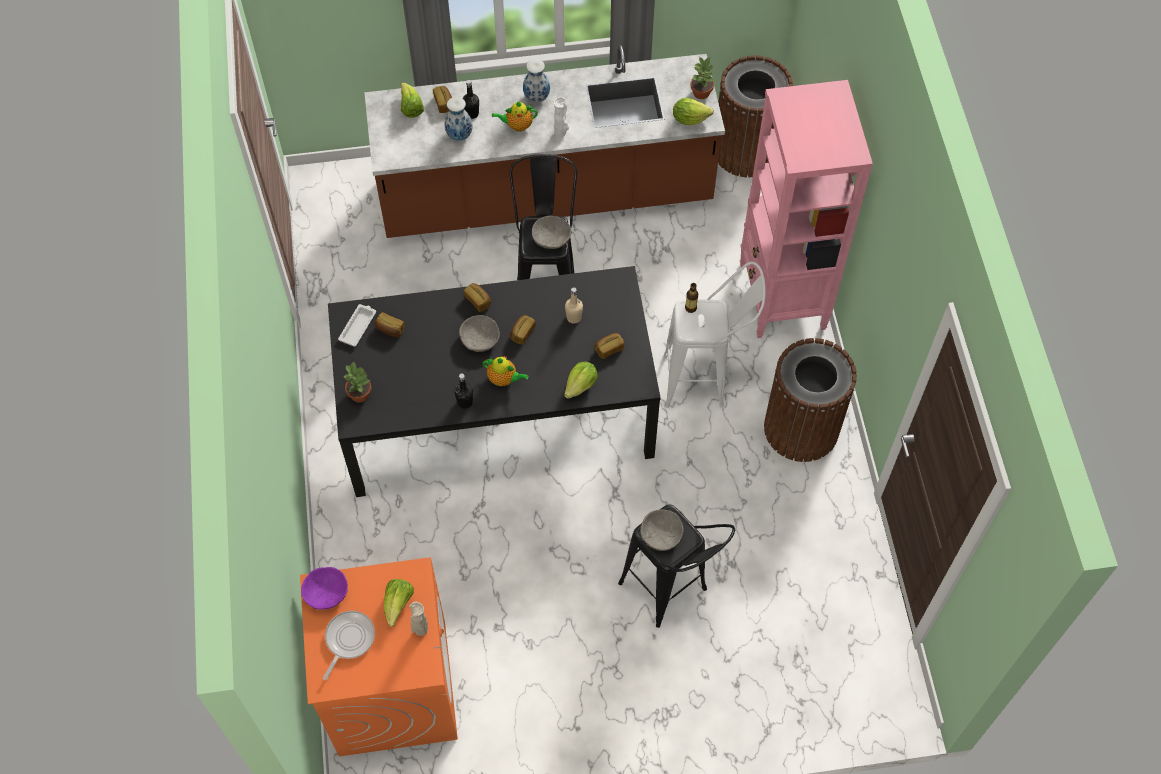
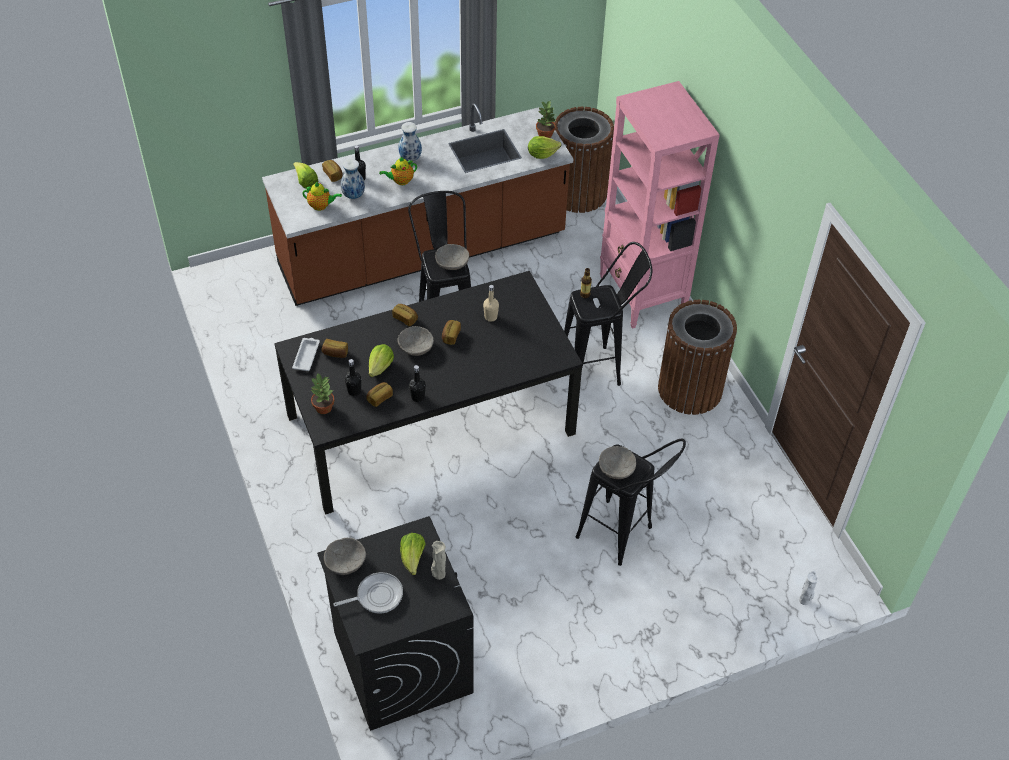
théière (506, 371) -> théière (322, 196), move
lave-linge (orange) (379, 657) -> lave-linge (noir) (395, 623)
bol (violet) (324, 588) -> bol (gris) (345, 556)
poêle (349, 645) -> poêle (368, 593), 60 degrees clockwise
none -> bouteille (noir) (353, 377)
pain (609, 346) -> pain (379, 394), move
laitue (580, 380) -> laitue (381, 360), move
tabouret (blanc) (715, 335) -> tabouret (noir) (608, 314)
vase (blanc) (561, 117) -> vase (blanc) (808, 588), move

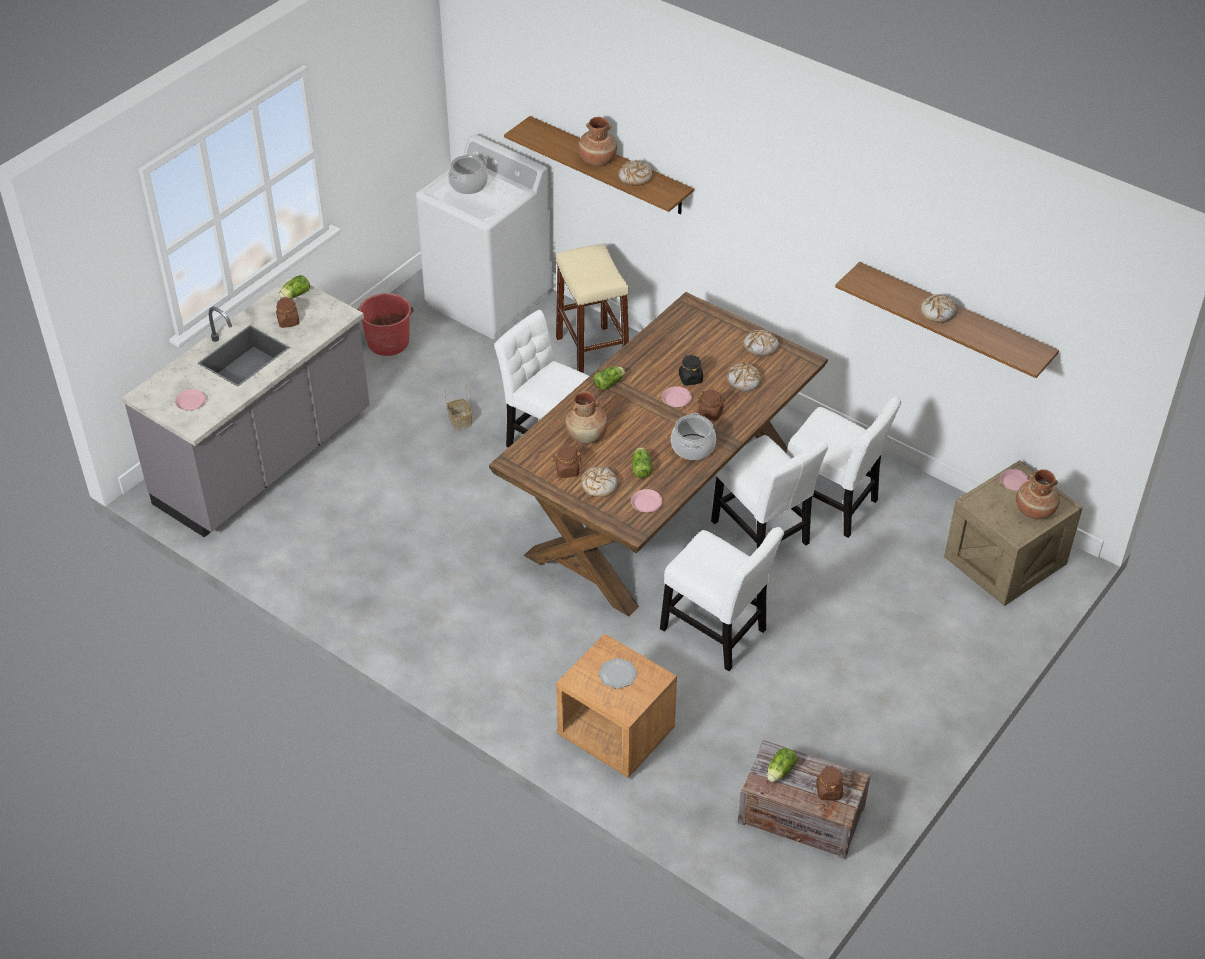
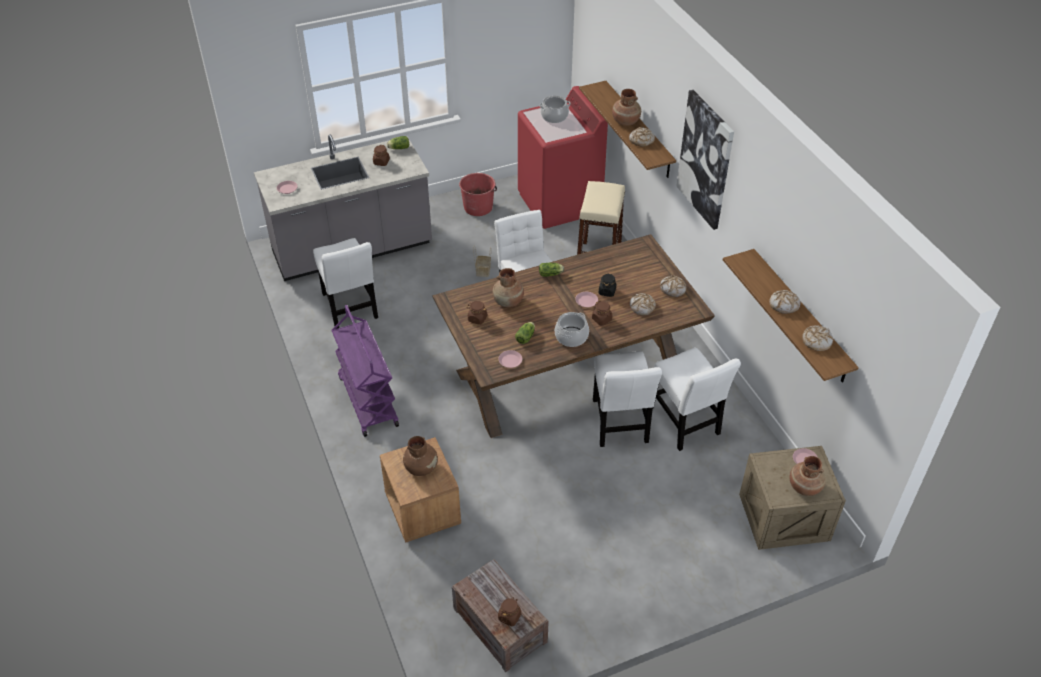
chaise (blanc) (722, 599) -> chaise (blanc) (345, 283), move
none -> chariot (violet) (365, 371)
assiette (617, 673) -> vase (marron) (420, 456)
lave-linge (blanc) (483, 236) -> lave-linge (rouge) (563, 157)
none -> tableau (705, 160)
pain (599, 482) -> pain (817, 338), move
laitue (782, 765) -> none

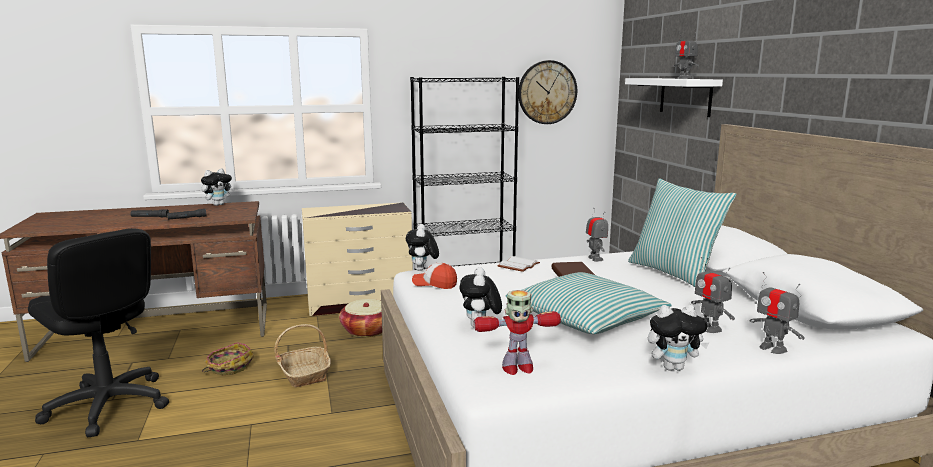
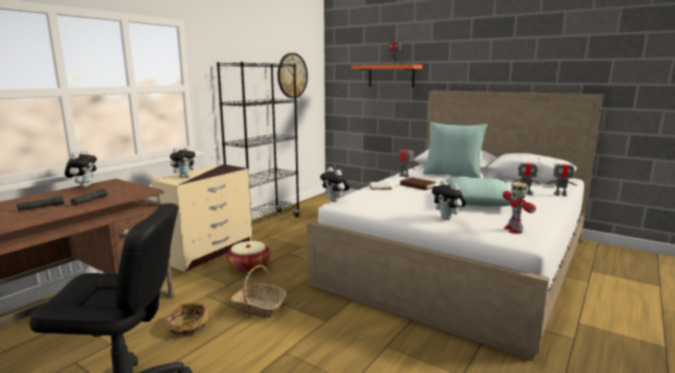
peluche (678, 338) -> peluche (184, 162), move
étagère (blanc) (674, 97) -> étagère (orange) (386, 76)
robot jouet (517, 332) -> robot jouet (519, 208), 135 degrees clockwise
casquette (434, 275) -> none

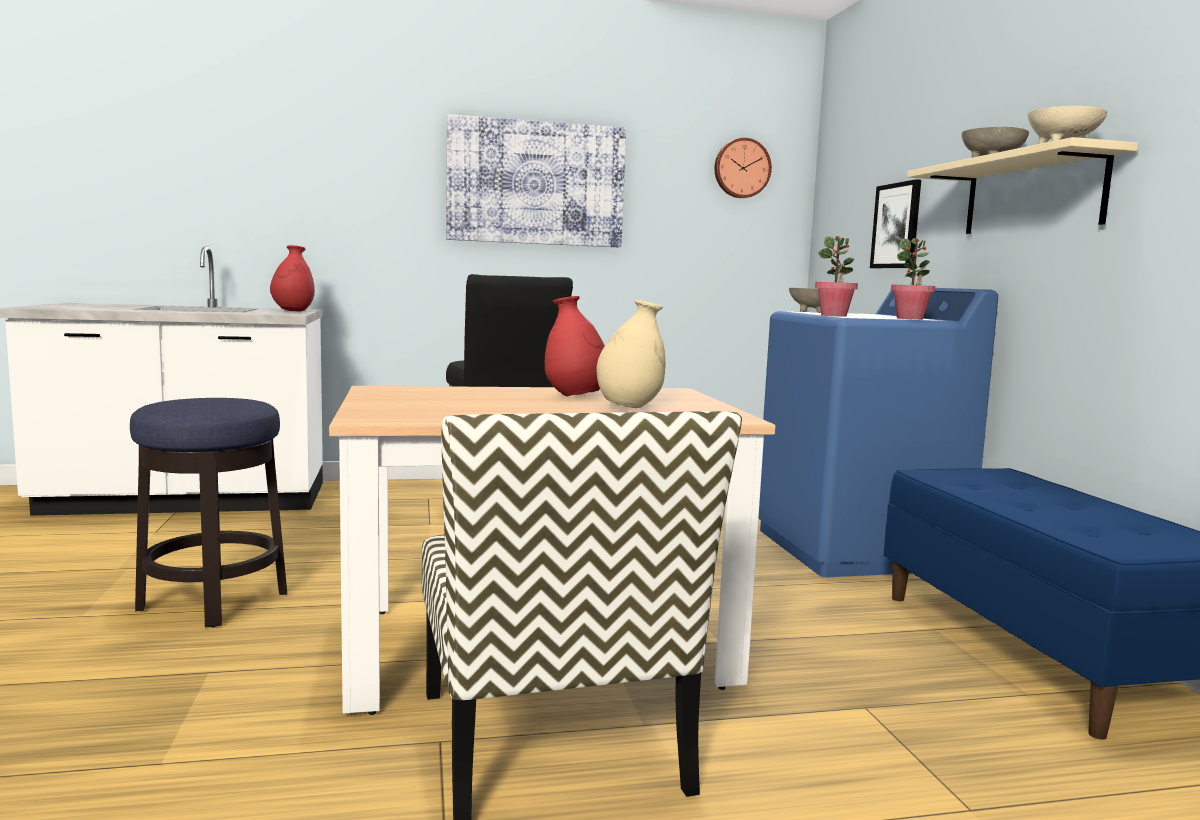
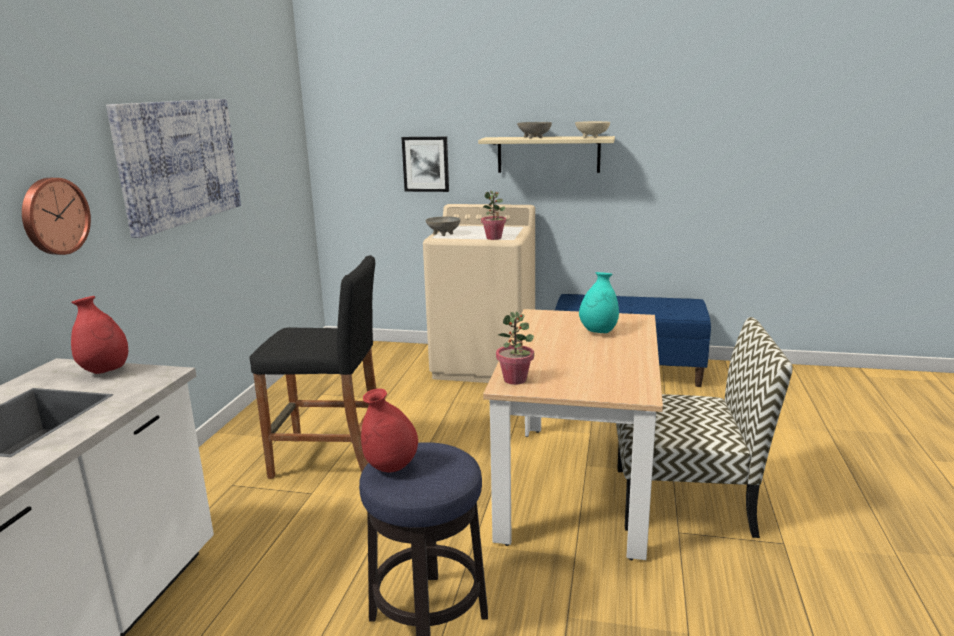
horloge murale (743, 168) -> horloge murale (56, 216), move
vase (rouge) (575, 346) -> vase (rouge) (389, 430), move
lave-linge (bleu) (878, 432) -> lave-linge (beige) (479, 293)
plante en pot (913, 279) -> plante en pot (515, 348), move
vase (beige) (631, 353) -> vase (turquoise) (599, 302)

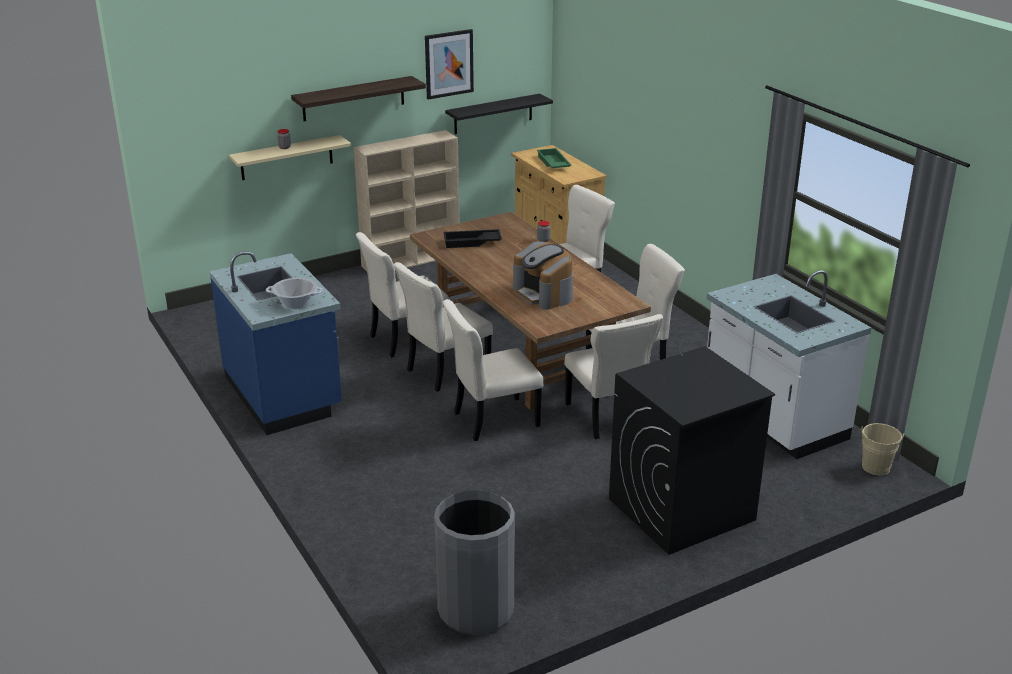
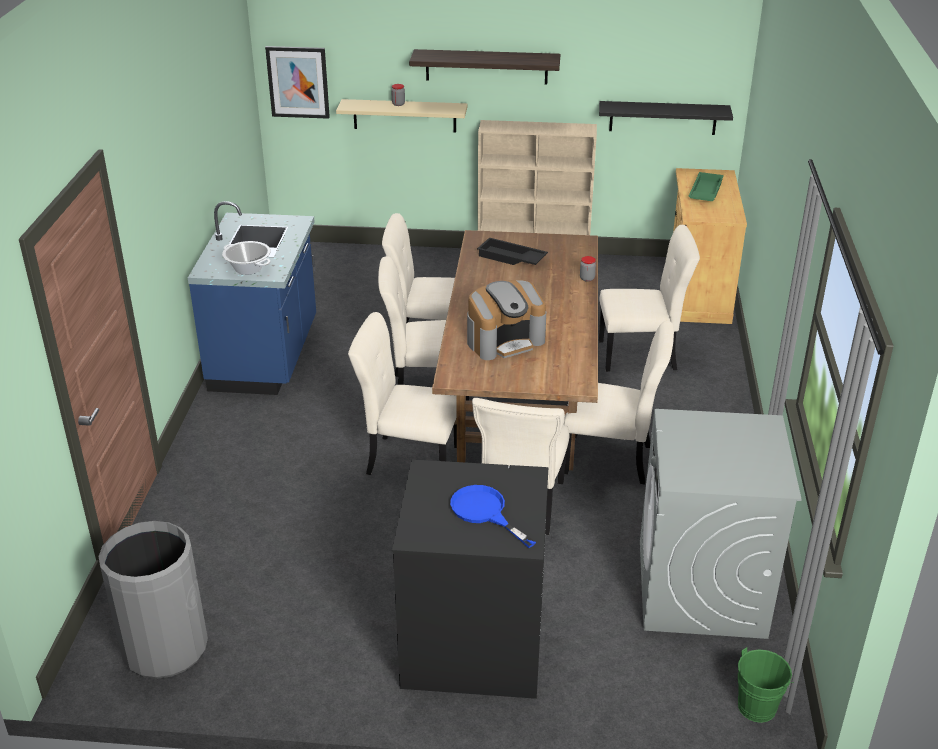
tableau (449, 64) -> tableau (297, 82), move
none -> poêle (bleu) (493, 516)
machine à café (543, 275) -> machine à café (506, 320), 120 degrees counterclockwise
comptoir de cuisine (blanc) (789, 364) -> lave-linge (gris) (721, 524)
seau (beige) (882, 449) -> seau (vert) (768, 685)

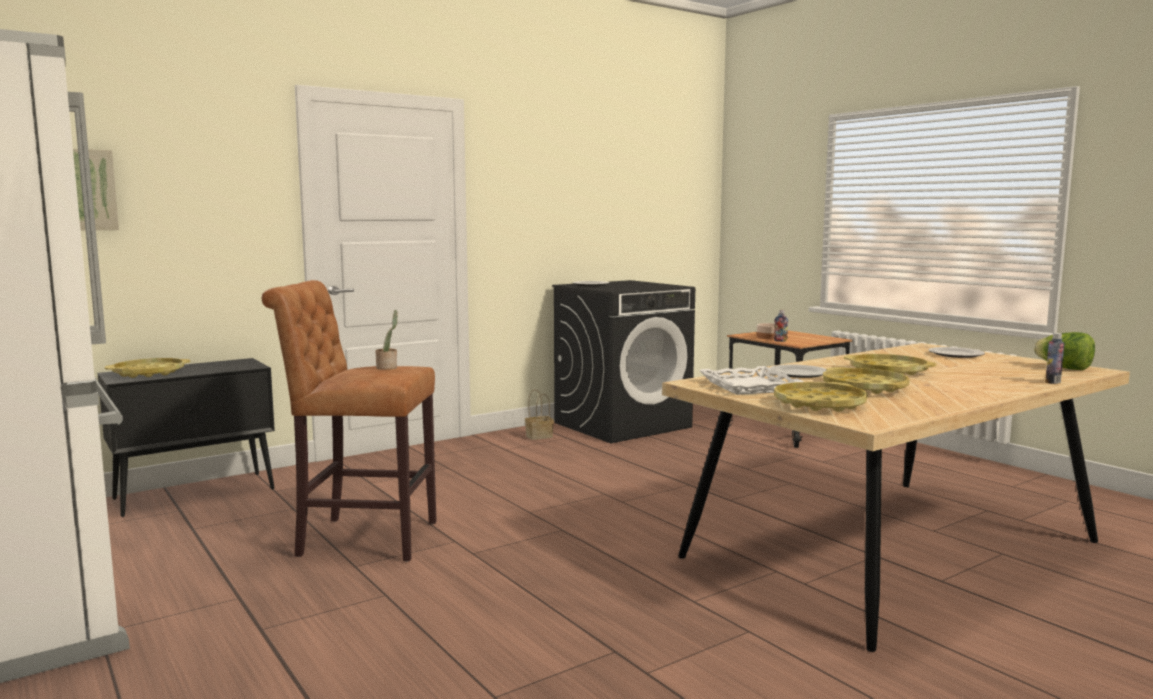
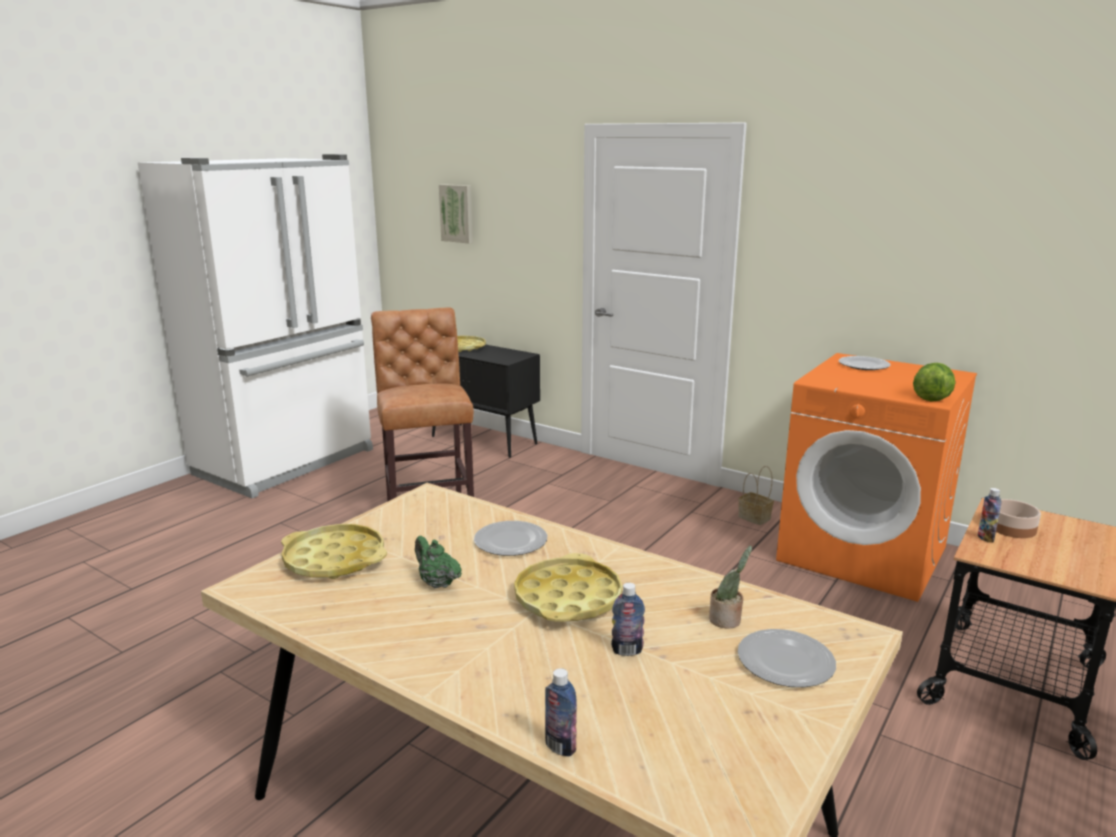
plateau (jaune) (866, 380) -> théière (vert) (438, 562)
none -> bouteille (628, 619)
plante en pot (386, 340) -> plante en pot (730, 587), move
lave-linge (noir) (623, 361) -> lave-linge (orange) (876, 477)
laitue (1064, 351) -> laitue (934, 382), move
plateau (blanc) (751, 380) -> none

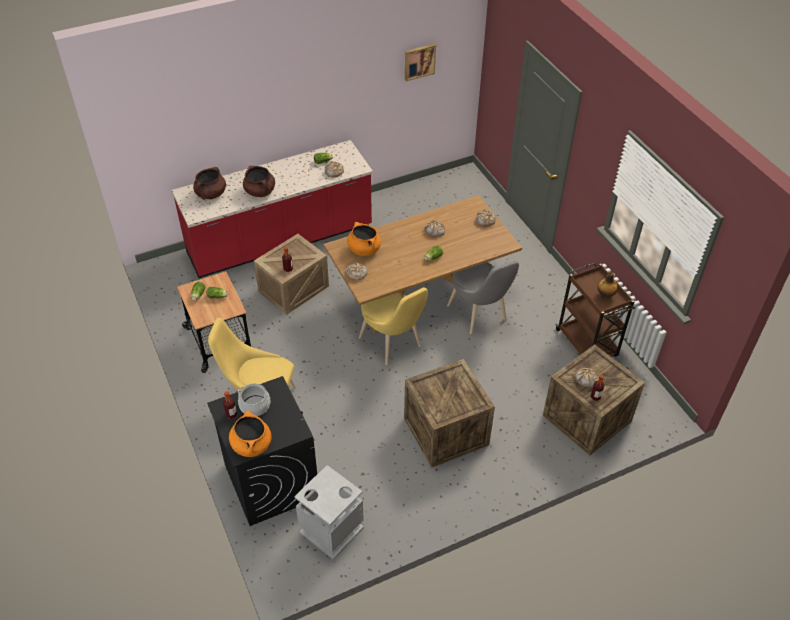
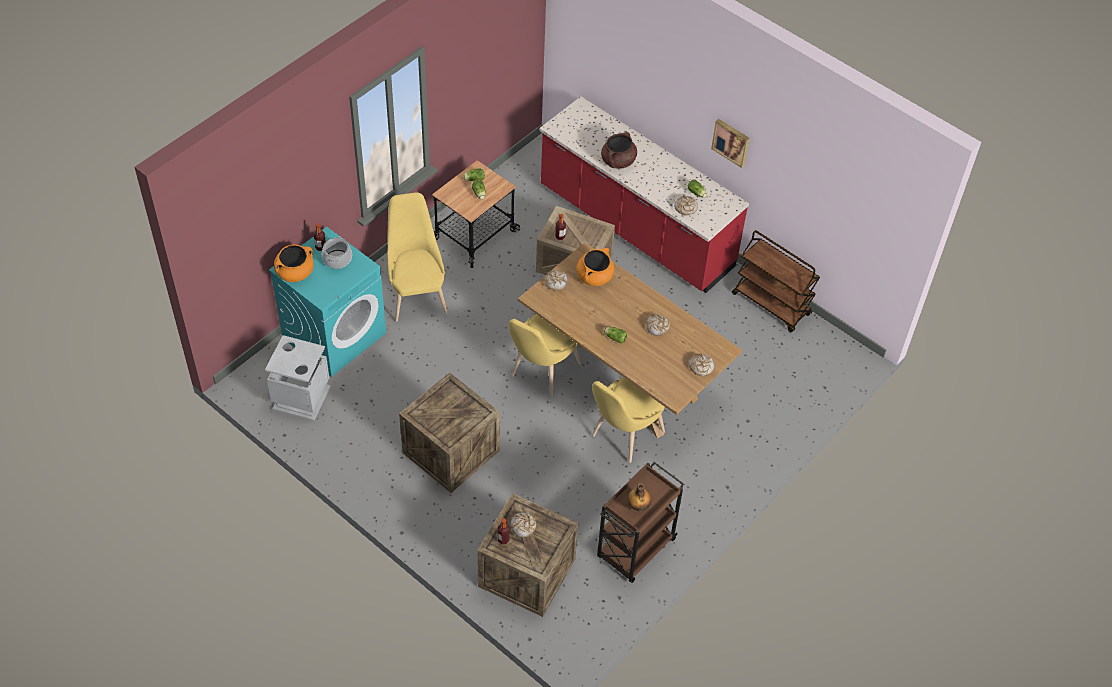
lave-linge (noir) (262, 451) -> lave-linge (turquoise) (327, 302)
chaise (gris) (483, 297) -> chaise (jaune) (628, 420)
tableau (420, 62) -> tableau (730, 143), move
none -> chariot (marron) (776, 281)
marmite (marron) (209, 183) -> none

